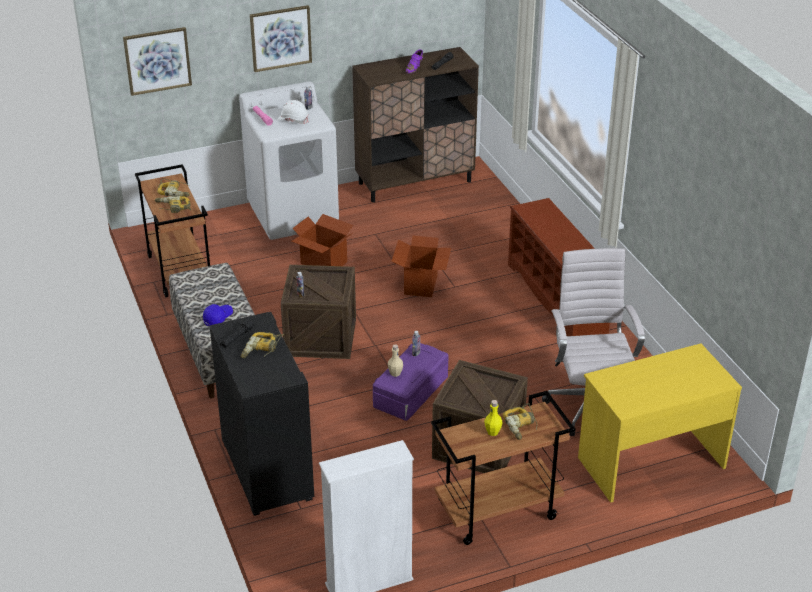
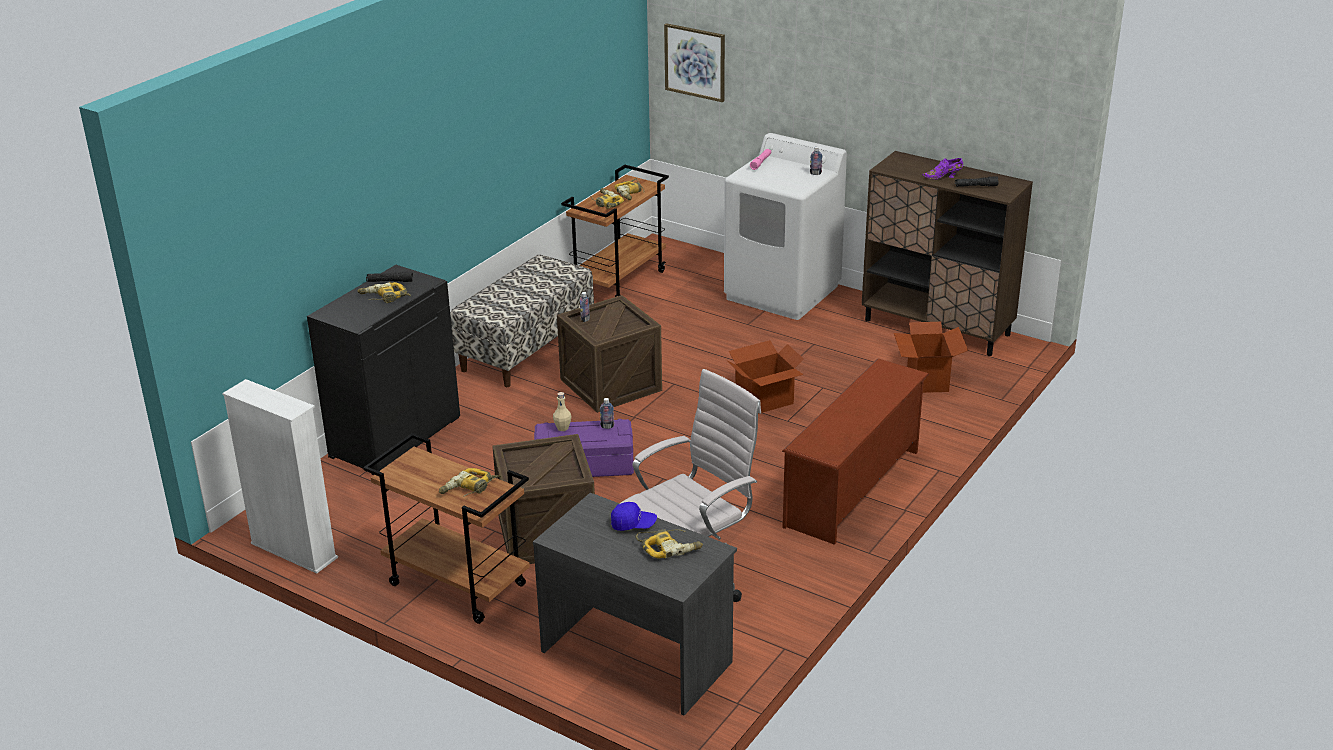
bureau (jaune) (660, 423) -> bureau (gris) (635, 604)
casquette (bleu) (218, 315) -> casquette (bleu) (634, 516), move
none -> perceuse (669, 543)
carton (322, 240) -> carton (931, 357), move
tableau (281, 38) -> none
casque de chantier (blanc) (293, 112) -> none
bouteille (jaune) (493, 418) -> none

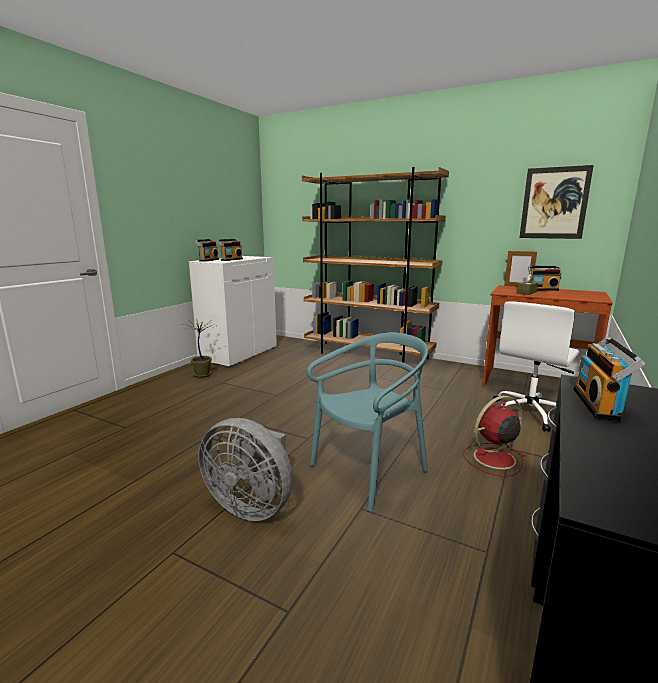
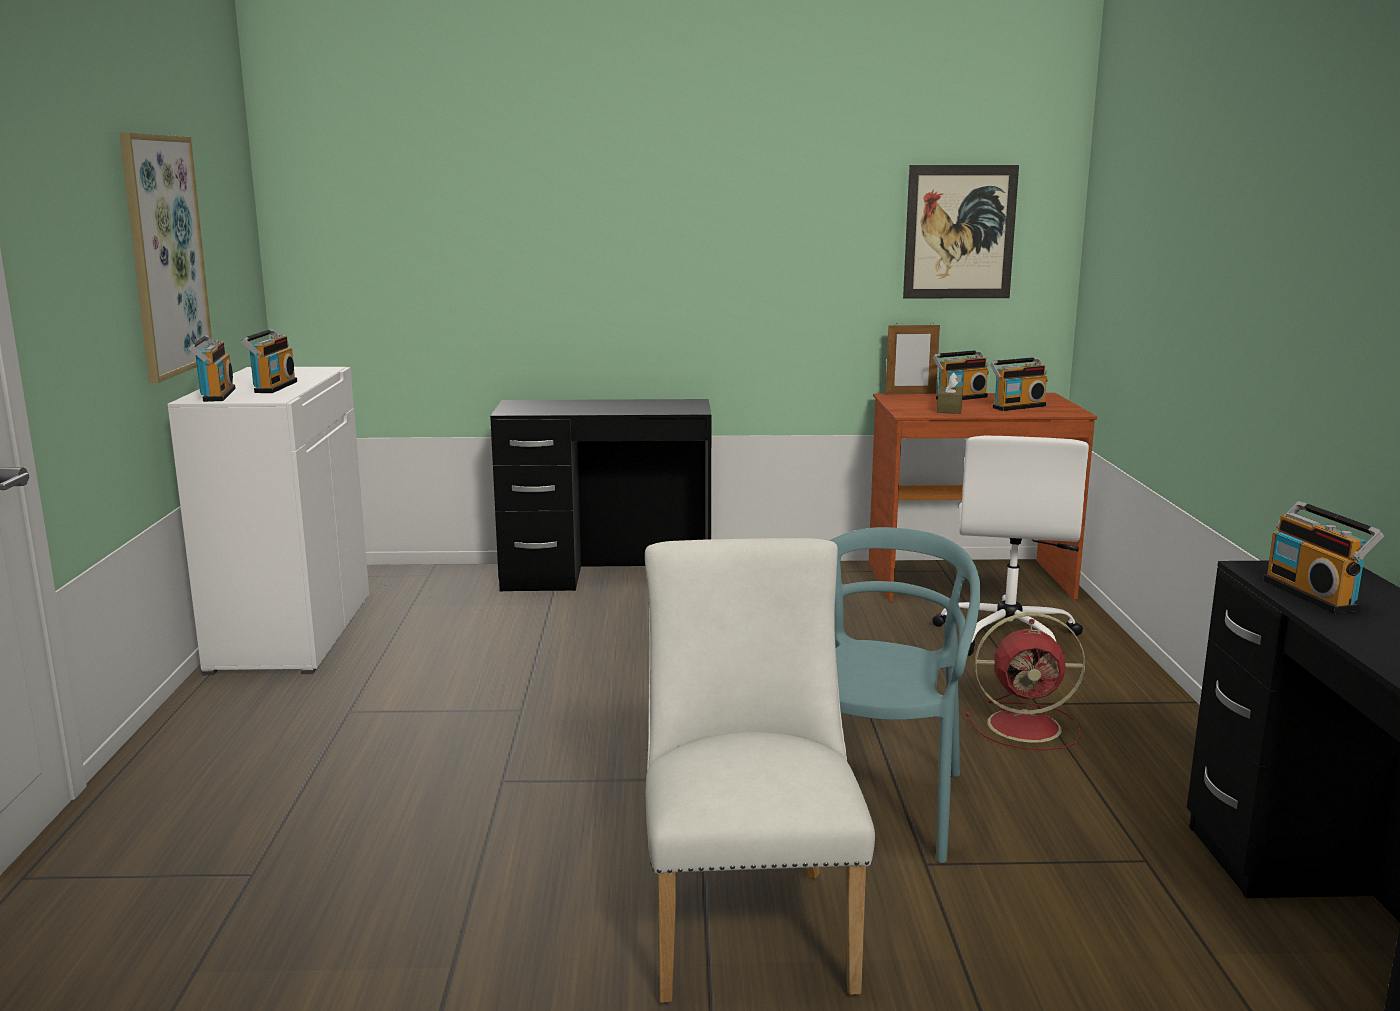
none -> tableau (165, 257)
bibliothèque (marron) (375, 265) -> bureau (noir) (600, 495)
ventilateur (gris) (245, 469) -> chaise (blanc) (760, 770)
ventilateur (rouge) (494, 436) -> ventilateur (rouge) (1025, 681), 120 degrees counterclockwise
none -> radio (1018, 384)
plante en pot (200, 348) -> none

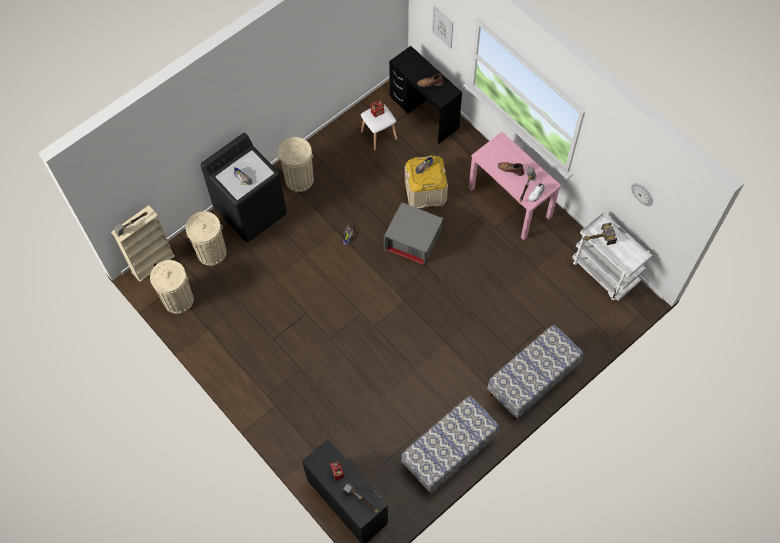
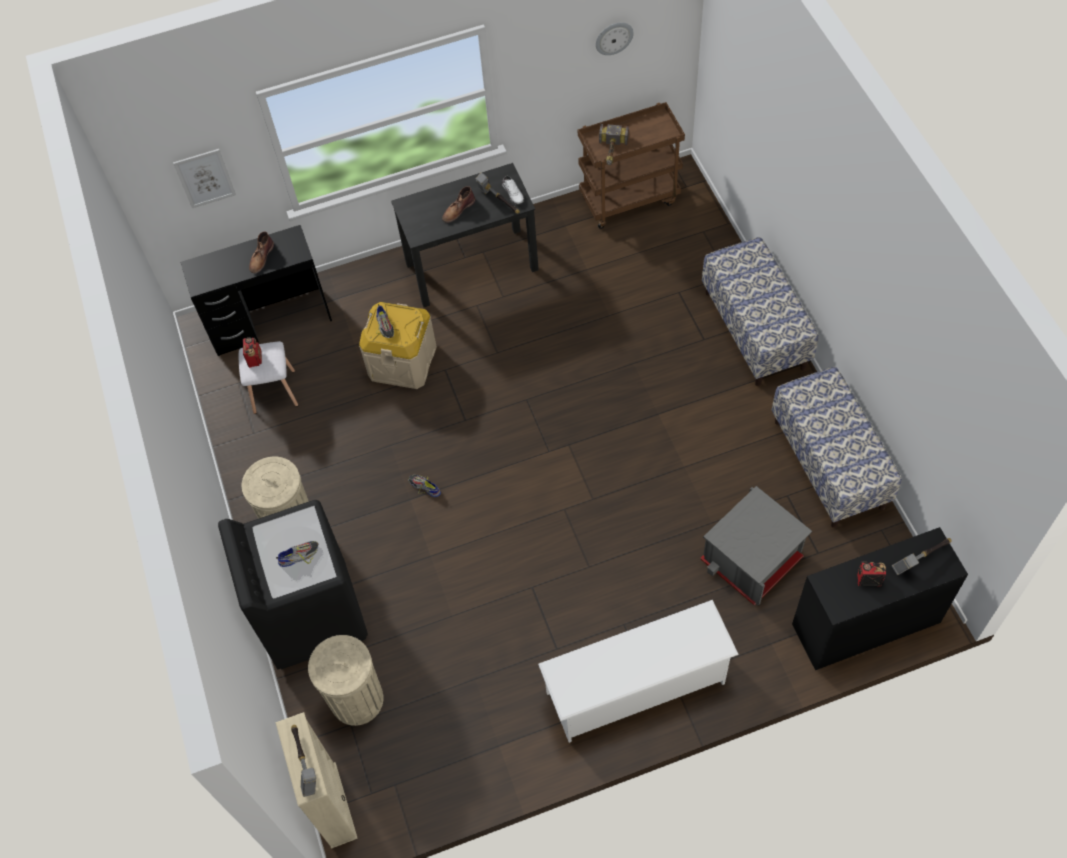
bureau (rose) (515, 186) -> bureau (noir) (465, 235)
none -> étagère à chaussures (blanc) (638, 671)
chariot (blanc) (612, 256) -> chariot (marron) (631, 165)
boîte de rangement (gris) (413, 233) -> boîte de rangement (gris) (756, 546), move
poubelle (beige) (172, 287) -> none

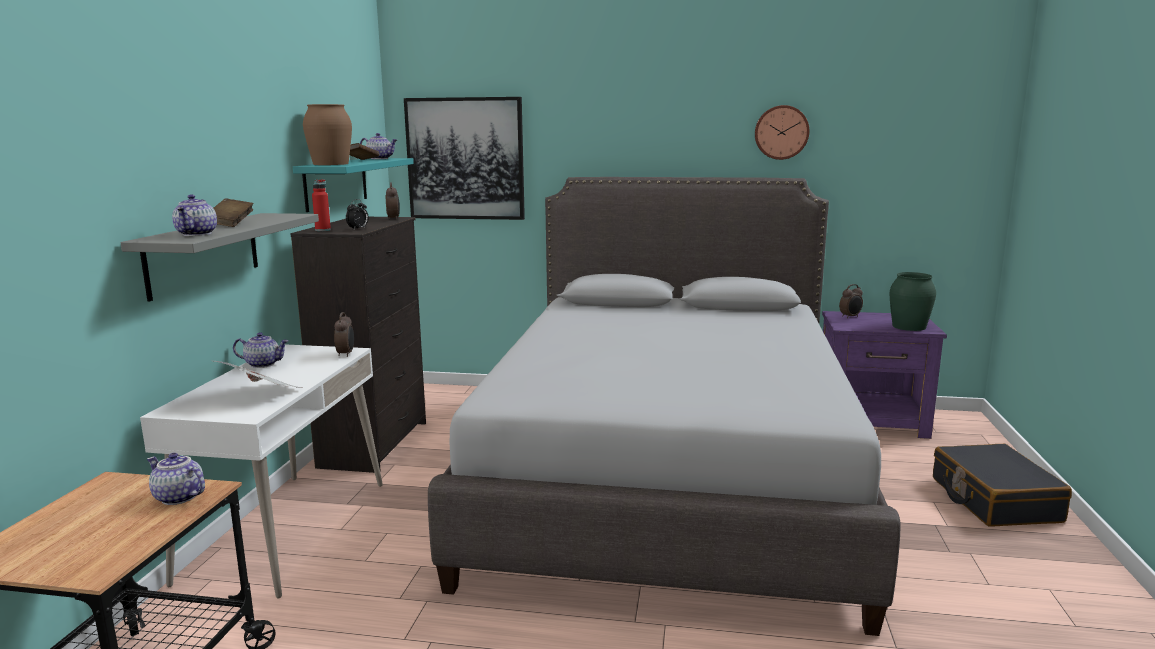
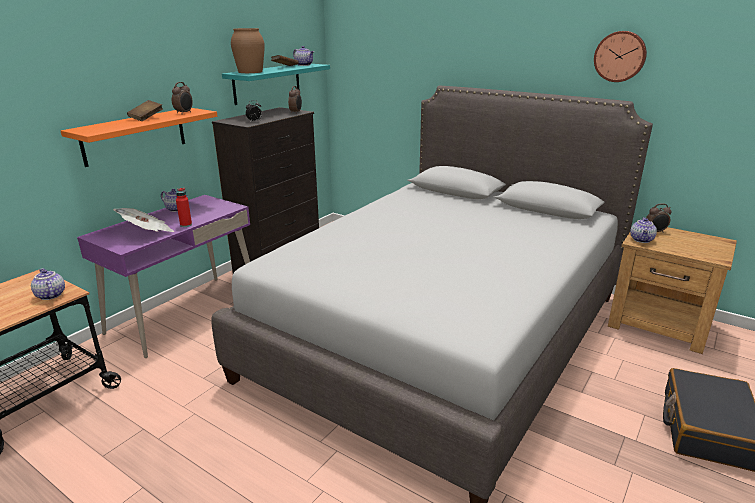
étagère (gris) (220, 257) -> étagère (orange) (139, 137)
bureau (blanc) (261, 471) -> bureau (violet) (163, 276)
réveil (344, 334) -> réveil (182, 98), move
bouteille (rouge) (321, 205) -> bouteille (rouge) (184, 207), move
table de chevet (violet) (884, 375) -> table de chevet (marron) (672, 290)
théière (194, 215) -> théière (643, 230), move
tableau (464, 158) -> none
vase (vert) (913, 301) -> none

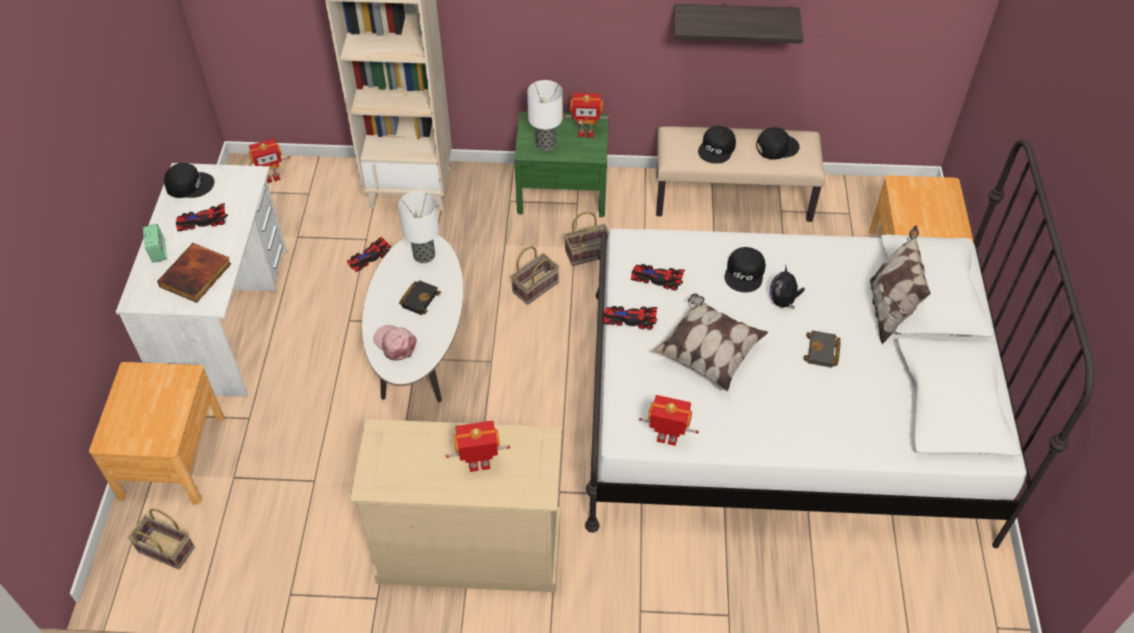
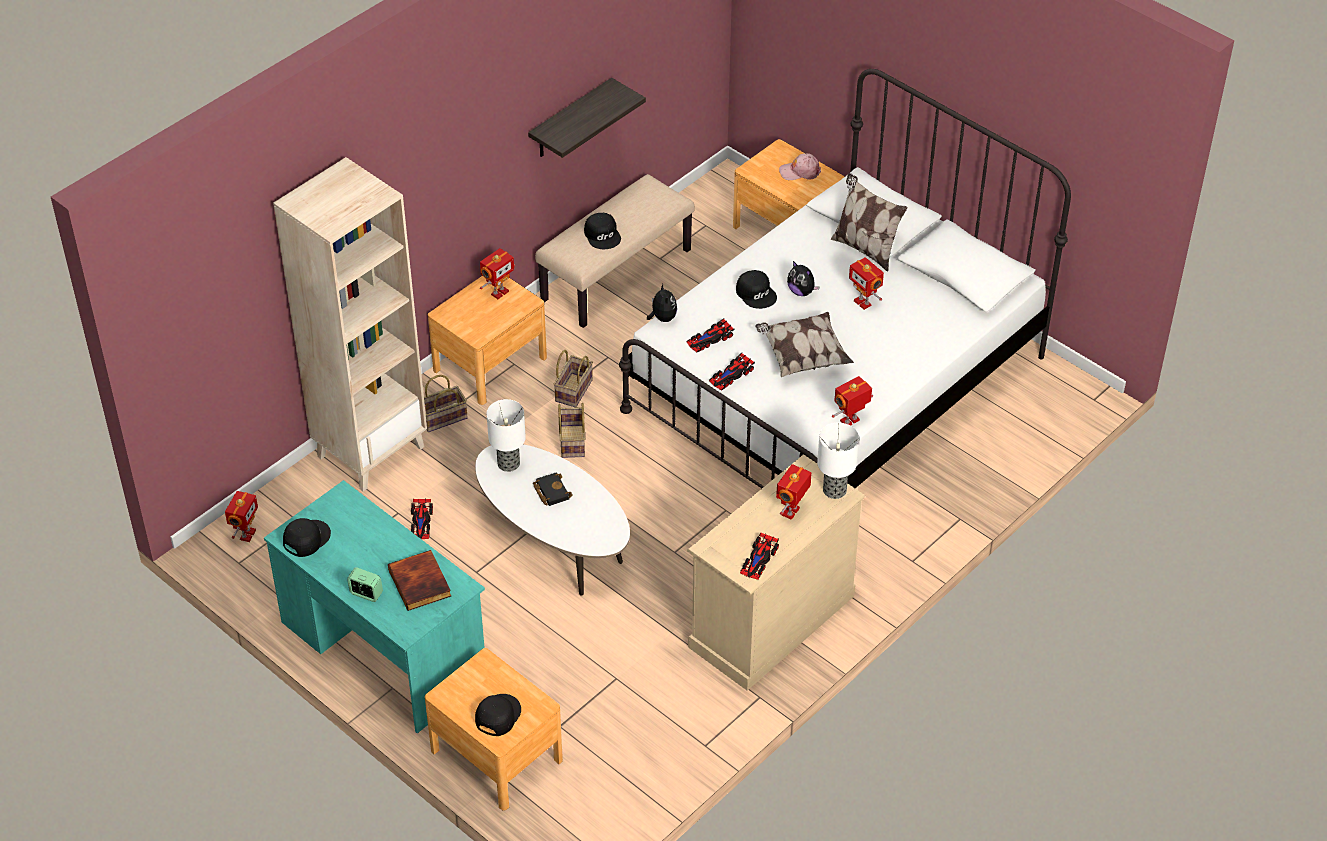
bureau (blanc) (201, 280) -> bureau (turquoise) (374, 606)
panier (161, 538) -> panier (446, 403), move
table de chevet (vert) (561, 164) -> table de chevet (marron) (487, 340)
casquette (noir) (778, 143) -> casquette (noir) (498, 715), move
none -> peluche (662, 303)
petite voiture (202, 217) -> petite voiture (759, 556), move
casquette (rose) (395, 343) -> casquette (rose) (800, 166), move
lampe de table (545, 115) -> lampe de table (838, 461), move
livre (noir) (822, 349) -> robot jouet (866, 283)

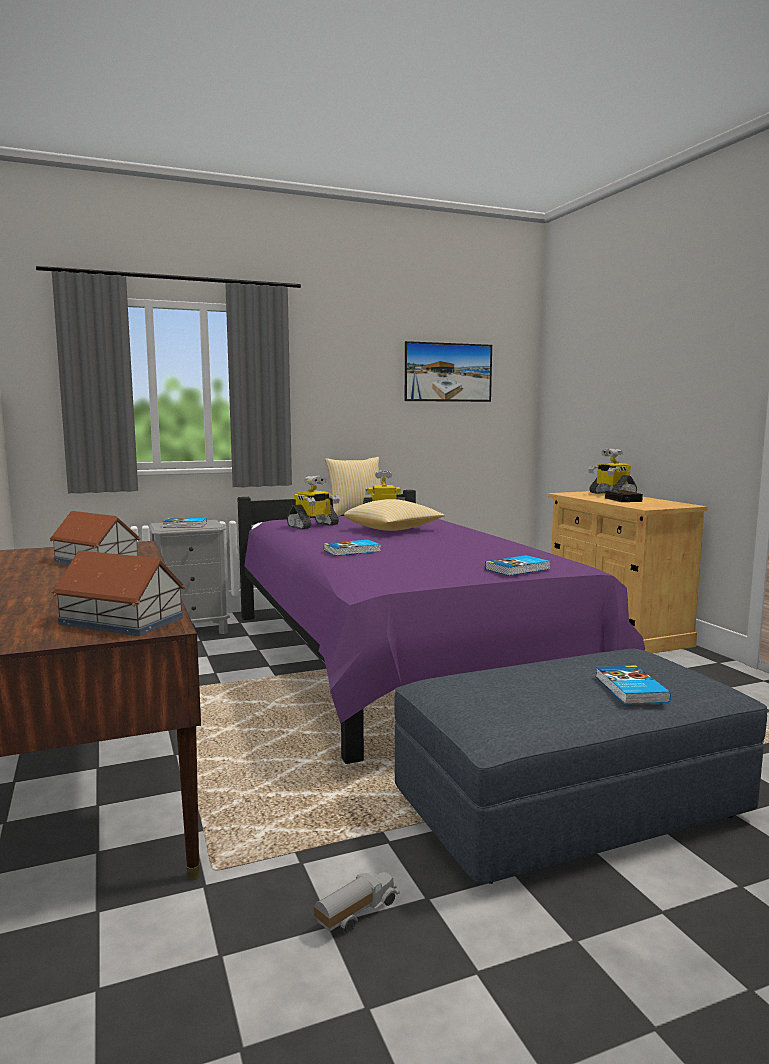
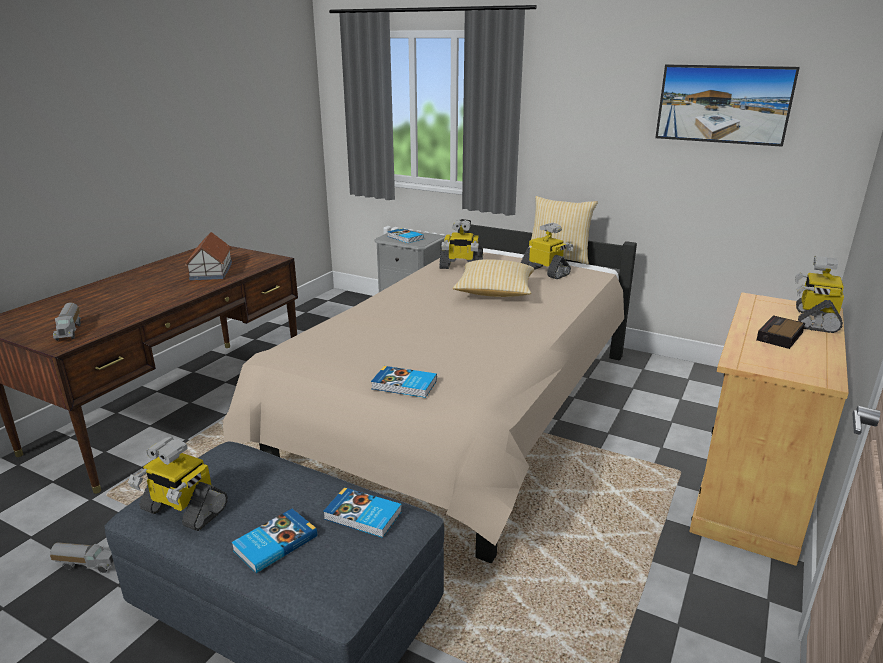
maison miniature (119, 593) -> camion jouet (67, 321)
none -> robot jouet (178, 484)
lit (violet) (441, 627) -> lit (beige) (429, 391)
livre (352, 548) -> livre (362, 512), move

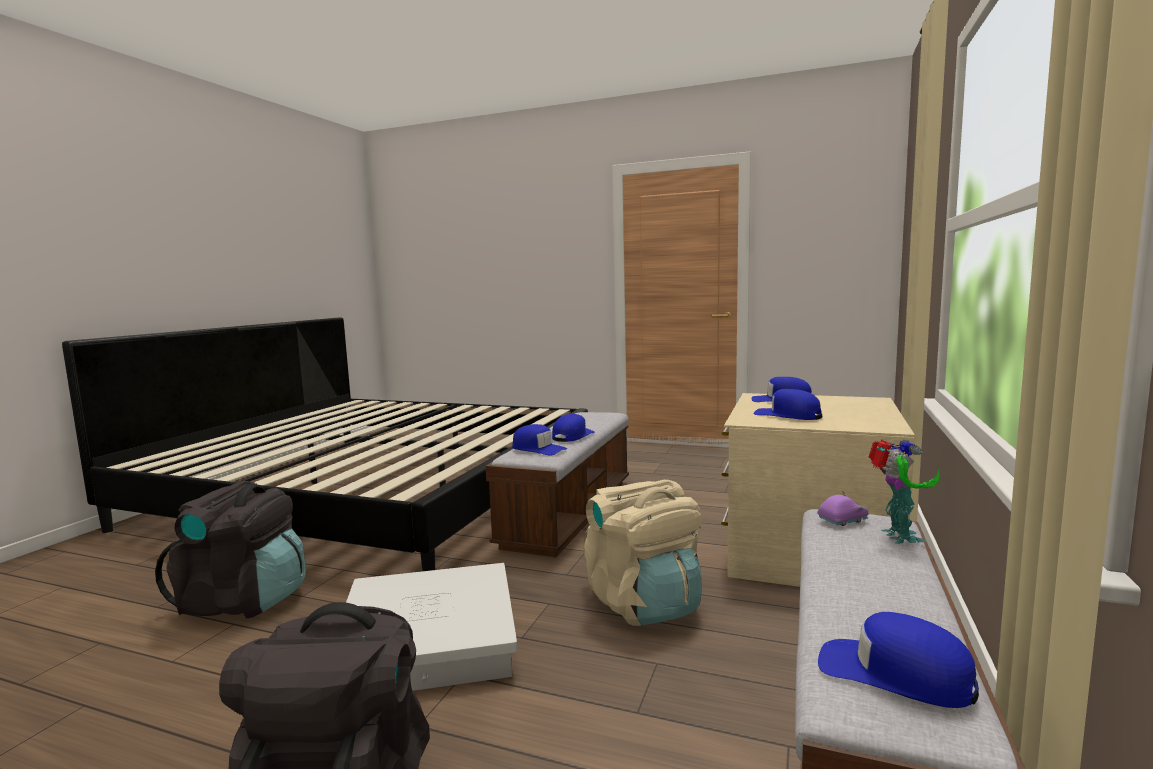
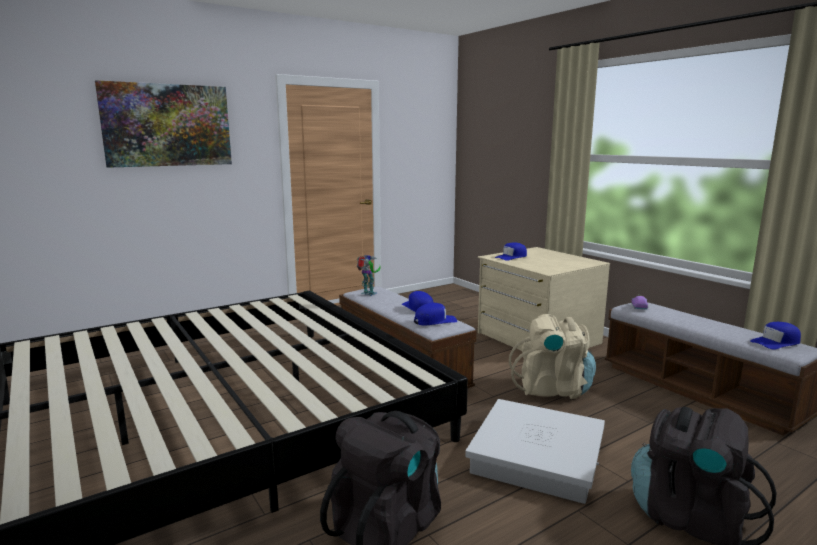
none -> tableau (163, 124)
robot jouet (904, 492) -> robot jouet (369, 275), move
casquette (bleu) (788, 404) -> none

